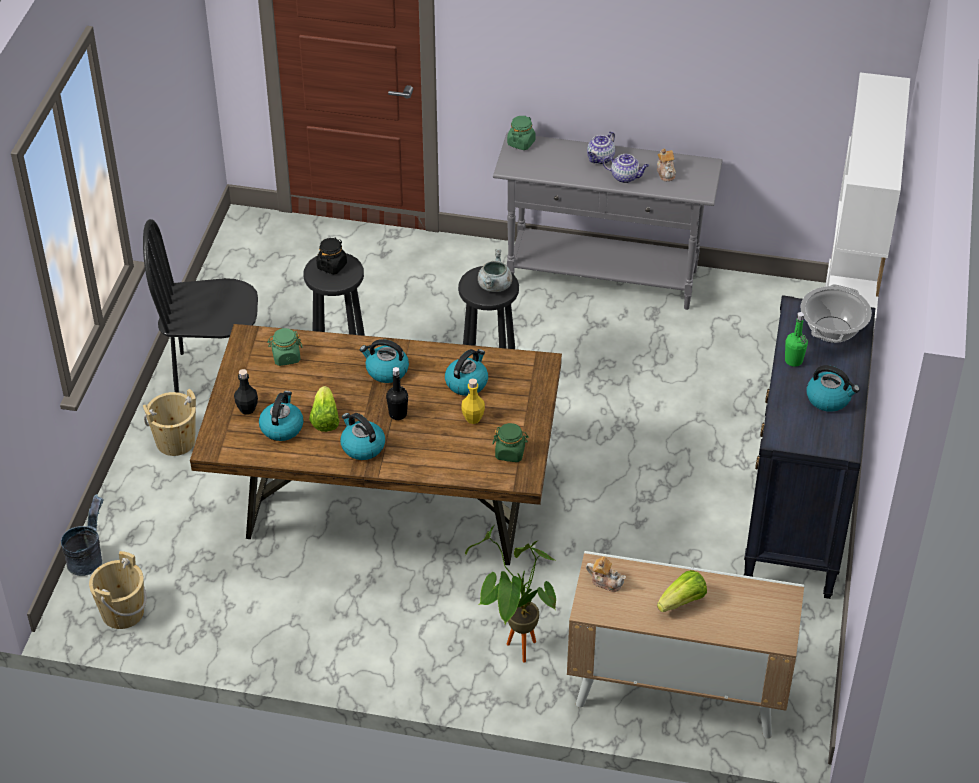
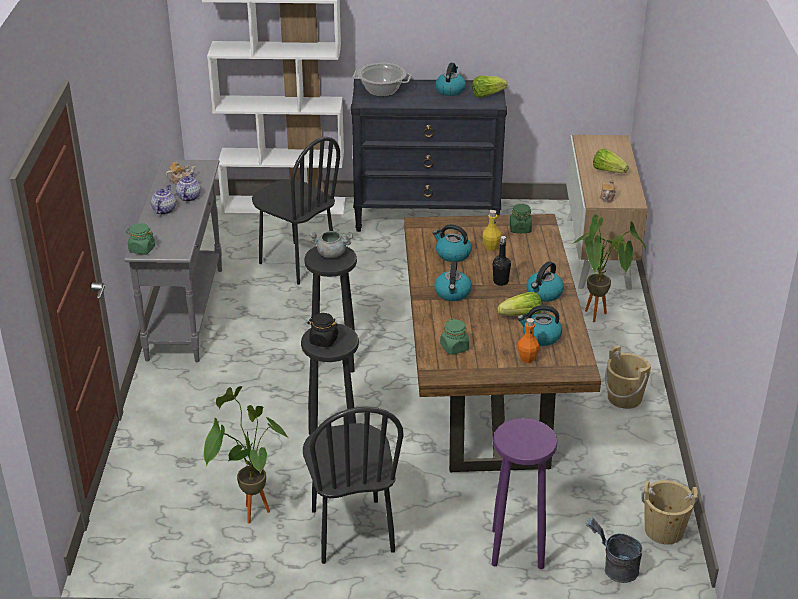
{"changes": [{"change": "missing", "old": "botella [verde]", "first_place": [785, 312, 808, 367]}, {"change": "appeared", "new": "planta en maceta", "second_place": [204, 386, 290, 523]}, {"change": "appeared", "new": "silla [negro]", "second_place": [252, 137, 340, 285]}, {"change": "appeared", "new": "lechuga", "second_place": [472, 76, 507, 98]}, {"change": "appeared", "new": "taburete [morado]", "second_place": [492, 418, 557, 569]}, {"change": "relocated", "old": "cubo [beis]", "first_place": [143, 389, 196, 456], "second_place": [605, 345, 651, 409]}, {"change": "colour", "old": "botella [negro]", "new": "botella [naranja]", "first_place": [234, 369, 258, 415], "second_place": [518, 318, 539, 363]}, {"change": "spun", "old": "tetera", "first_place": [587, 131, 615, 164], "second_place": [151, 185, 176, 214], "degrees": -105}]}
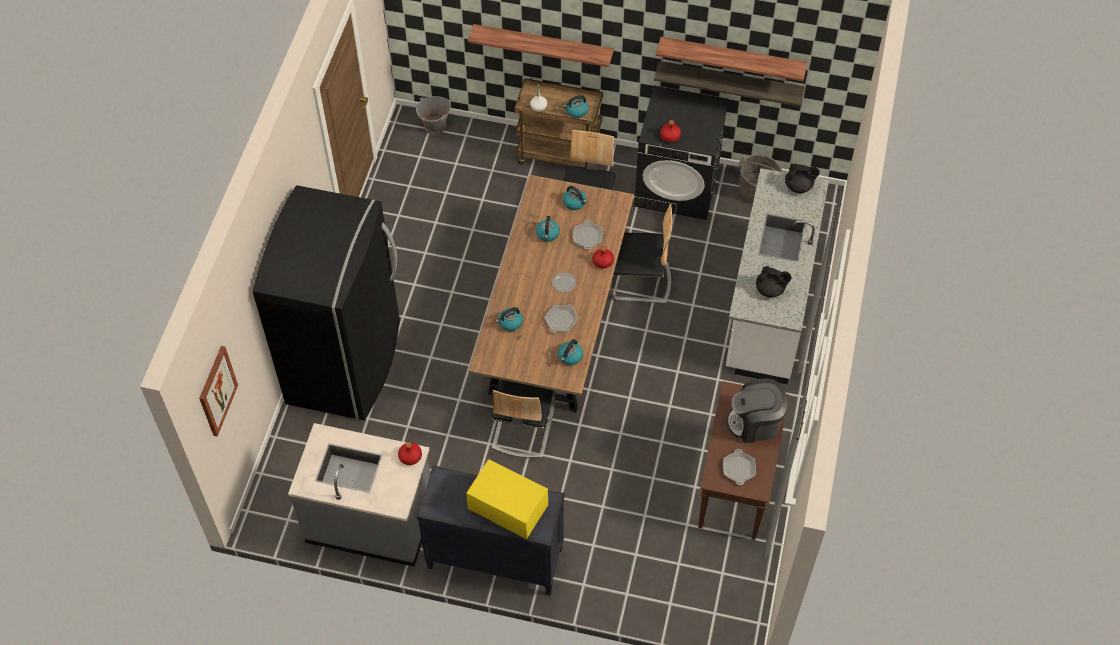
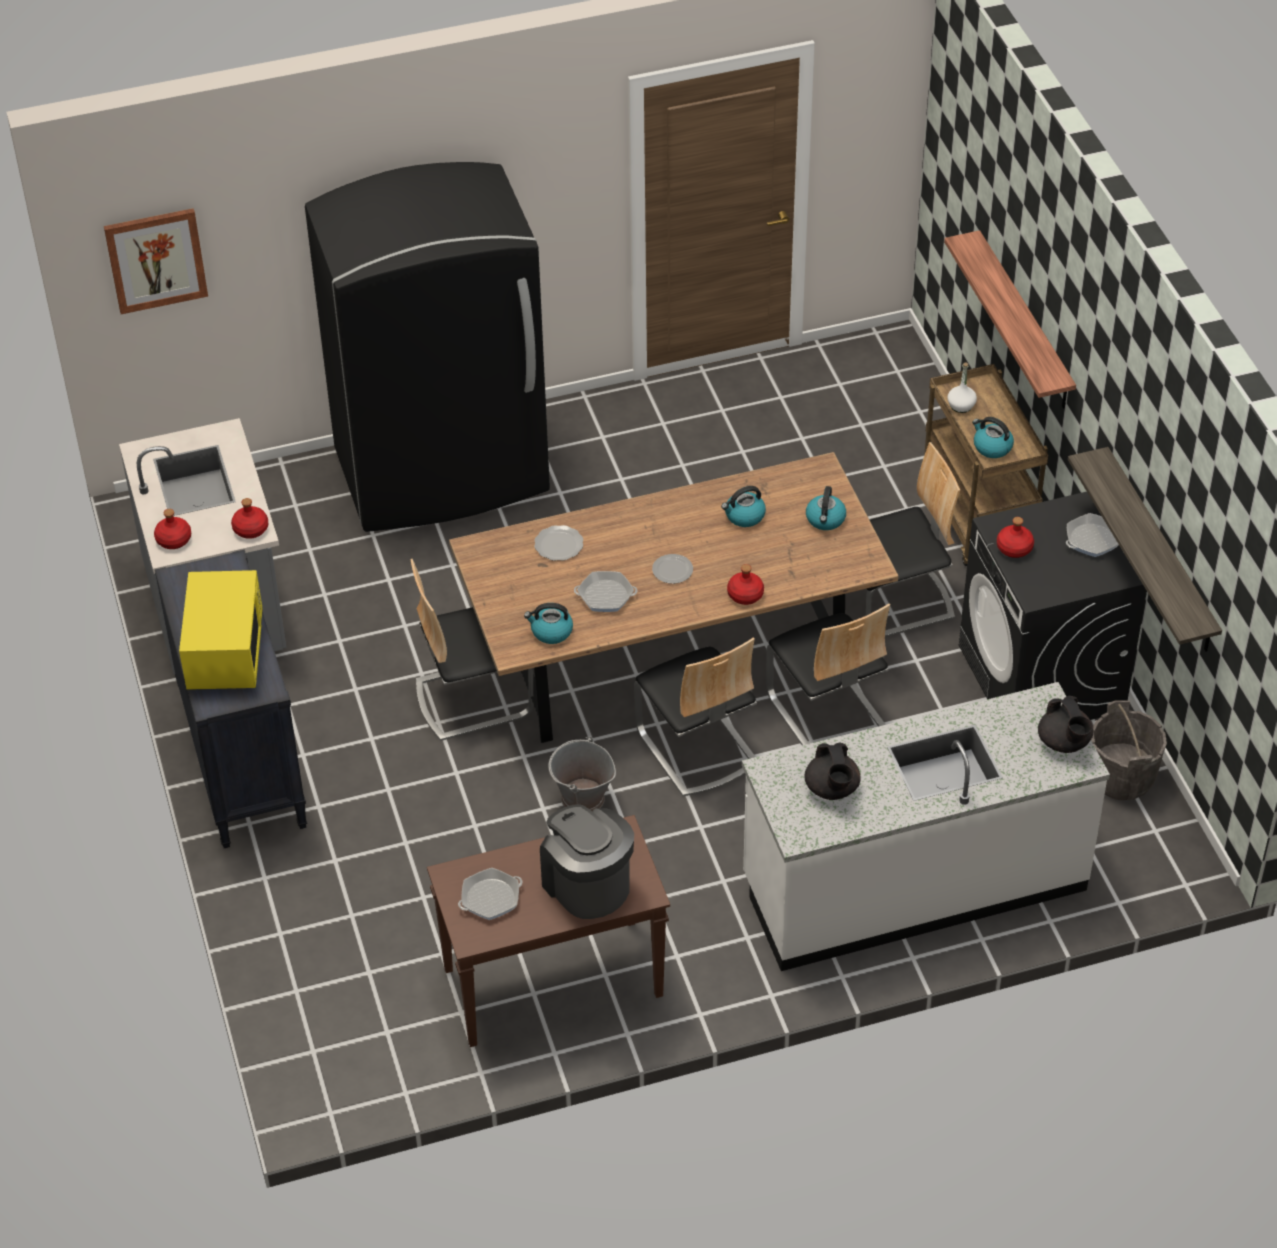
{"changes": [{"change": "missing", "old": "estante", "first_place": [656, 37, 807, 82]}, {"change": "appeared", "new": "botella [rojo]", "second_place": [154, 509, 191, 549]}, {"change": "appeared", "new": "silla", "second_place": [634, 637, 757, 796]}, {"change": "relocated", "old": "cubo [gris]", "first_place": [416, 96, 451, 135], "second_place": [548, 737, 616, 812]}, {"change": "relocated", "old": "sartén", "first_place": [573, 220, 603, 249], "second_place": [1066, 513, 1119, 557]}, {"change": "exchanged", "old": "hervidor", "new": "plato", "first_place": [496, 307, 523, 331], "second_place": [534, 525, 583, 561]}]}
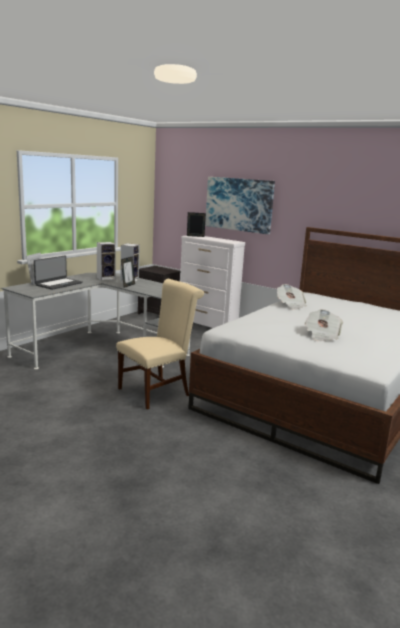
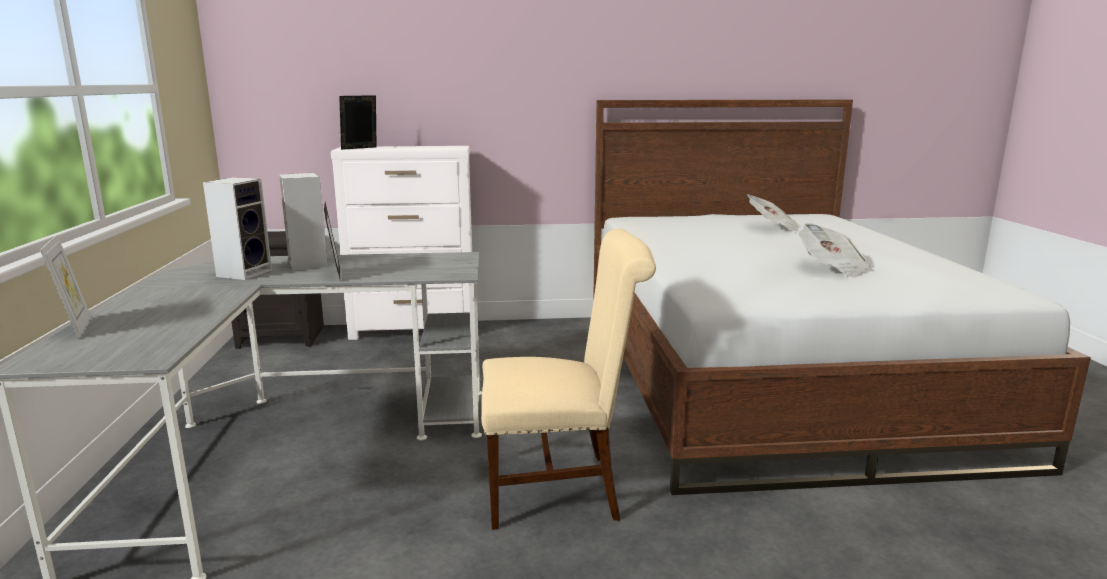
{"changes": [{"change": "missing", "old": "portátil", "first_place": [34, 255, 83, 290]}, {"change": "missing", "old": "cuadro", "first_place": [205, 177, 275, 234]}, {"change": "relocated", "old": "periódico", "first_place": [277, 284, 307, 310], "second_place": [747, 194, 799, 232]}, {"change": "spun", "old": "silla [beis]", "first_place": [116, 279, 204, 410], "second_place": [481, 229, 656, 530], "degrees": 75}]}
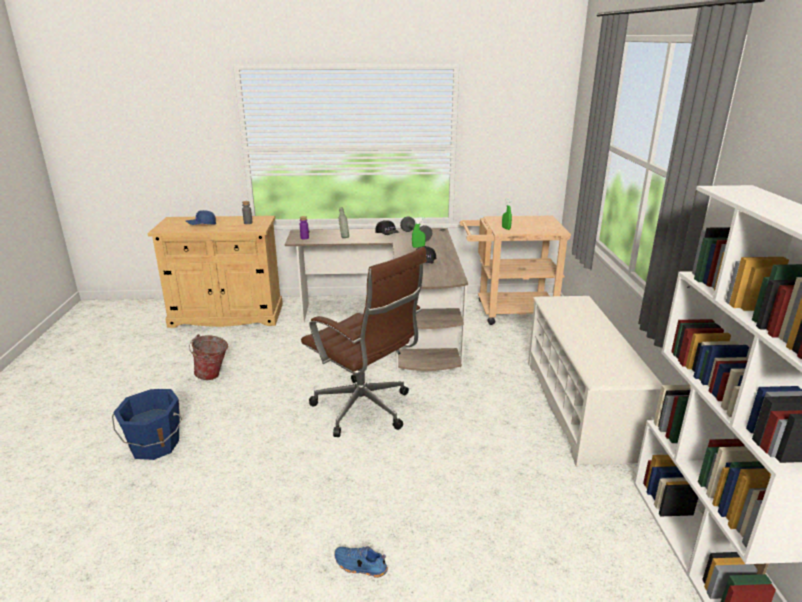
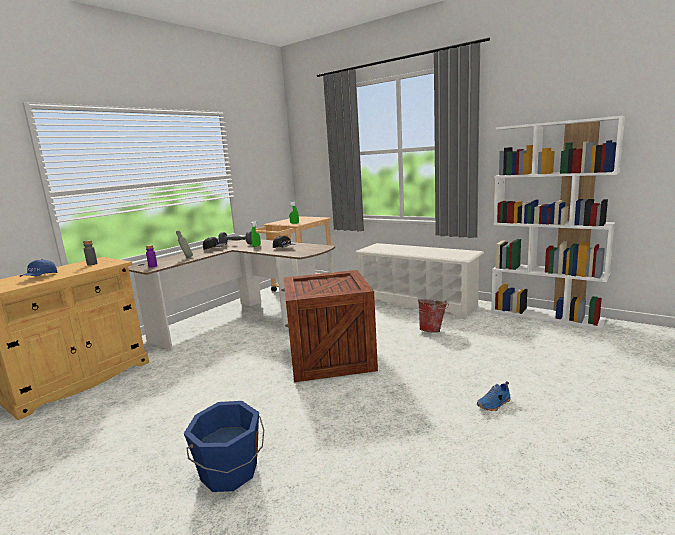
{"changes": [{"change": "relocated", "old": "cubo", "first_place": [189, 334, 228, 380], "second_place": [418, 299, 449, 333]}, {"change": "exchanged", "old": "silla de oficina [marrón]", "new": "caja de embalaje", "first_place": [301, 247, 427, 437], "second_place": [284, 270, 378, 382]}]}
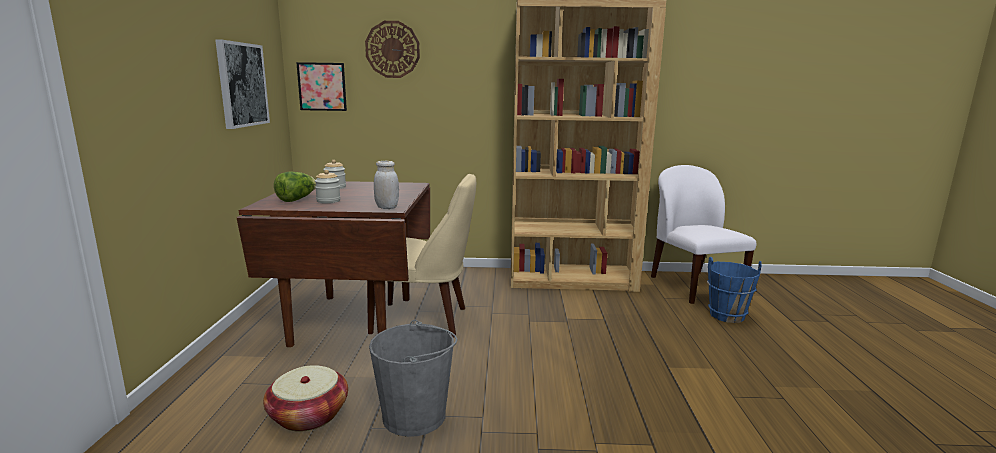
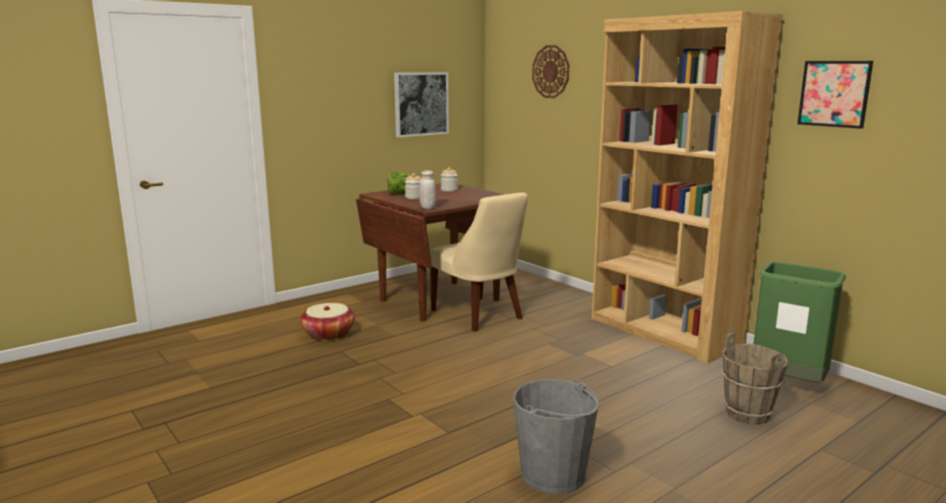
{"changes": [{"change": "relocated", "old": "cuadro", "first_place": [296, 62, 347, 111], "second_place": [797, 61, 873, 129]}, {"change": "relocated", "old": "cubo [gris]", "first_place": [369, 320, 458, 437], "second_place": [513, 379, 599, 494]}, {"change": "exchanged", "old": "silla [blanco]", "new": "papelera [verde]", "first_place": [651, 165, 756, 304], "second_place": [754, 262, 846, 383]}, {"change": "colour", "old": "cubo [azul]", "new": "cubo [marrón]", "first_place": [707, 257, 762, 323], "second_place": [721, 333, 788, 425]}]}
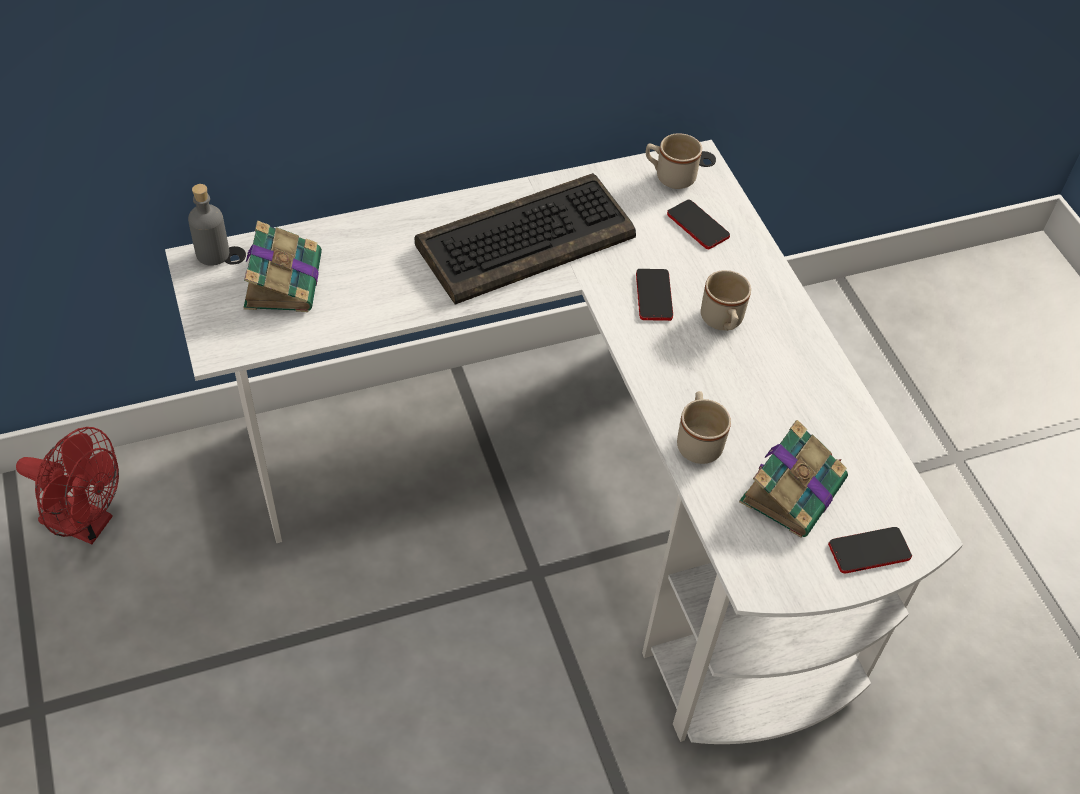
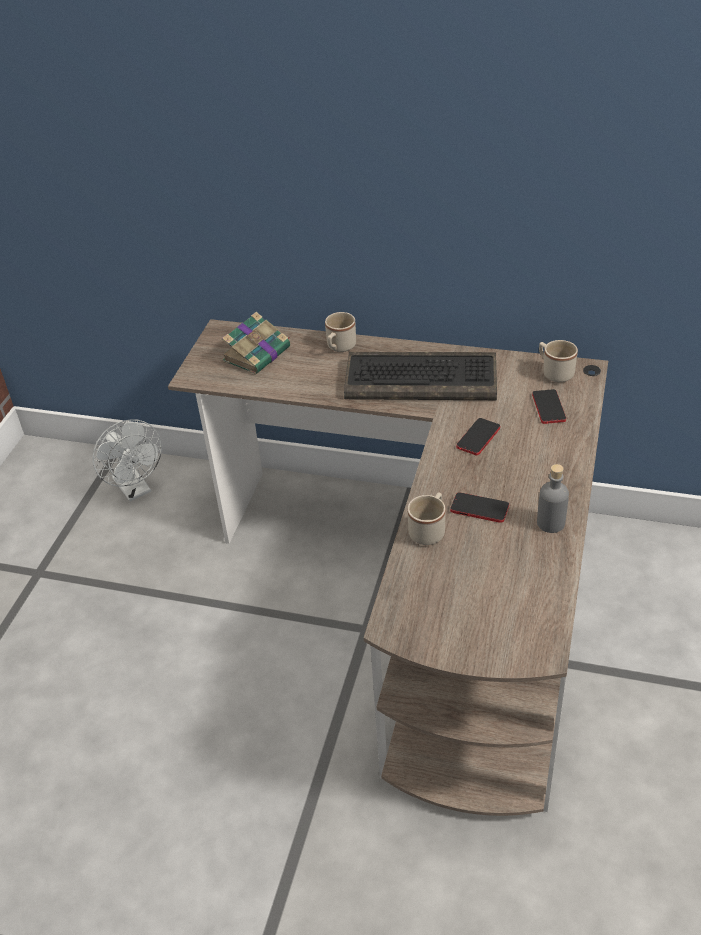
{"changes": [{"change": "missing", "old": "libro", "first_place": [739, 420, 848, 537]}, {"change": "relocated", "old": "botella [gris]", "first_place": [188, 184, 229, 266], "second_place": [537, 464, 569, 533]}, {"change": "relocated", "old": "taza grande [beis]", "first_place": [701, 270, 751, 331], "second_place": [325, 312, 356, 352]}, {"change": "relocated", "old": "móvil", "first_place": [828, 527, 912, 573], "second_place": [450, 492, 509, 523]}, {"change": "colour", "old": "ventilador [rojo]", "new": "ventilador [blanco]", "first_place": [16, 427, 119, 544], "second_place": [93, 419, 162, 501]}, {"change": "colour", "old": "escritorio [blanco]", "new": "escritorio [marrón]", "first_place": [165, 140, 963, 744], "second_place": [168, 319, 608, 816]}]}
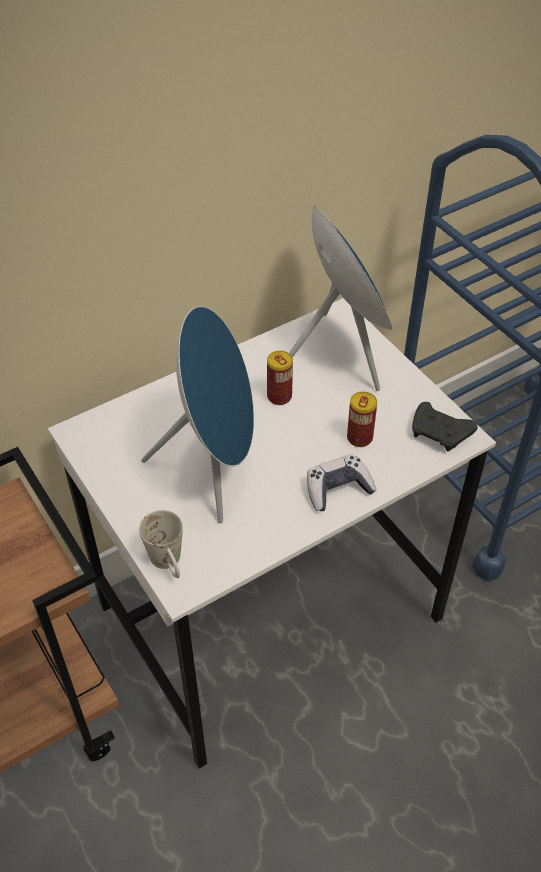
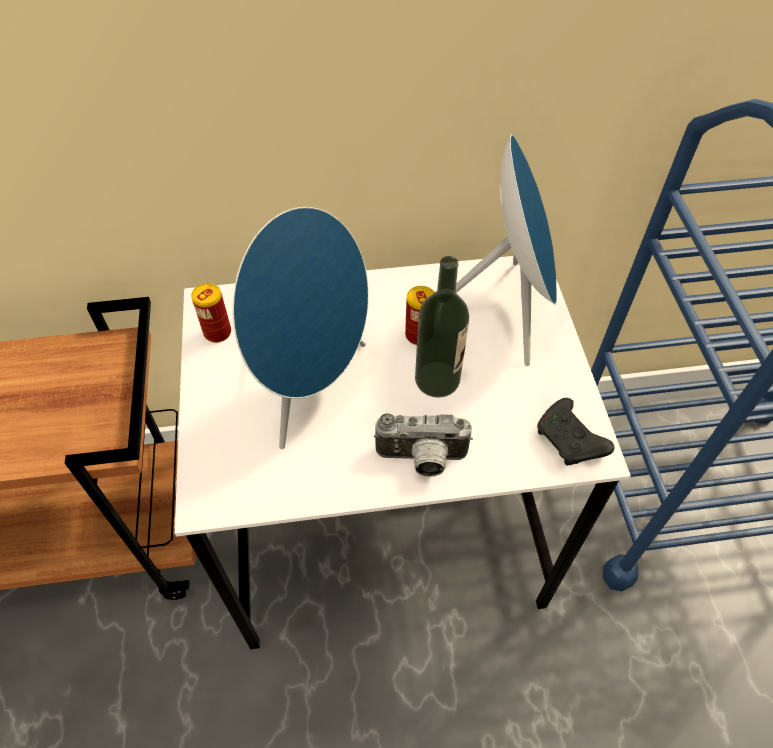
{"changes": [{"change": "missing", "old": "taza grande [blanco]", "first_place": [139, 510, 183, 578]}, {"change": "appeared", "new": "botella", "second_place": [415, 256, 469, 398]}, {"change": "relocated", "old": "lata", "first_place": [347, 391, 377, 447], "second_place": [191, 283, 231, 343]}, {"change": "exchanged", "old": "mando de consola", "new": "cámara", "first_place": [307, 454, 376, 511], "second_place": [374, 413, 473, 477]}]}
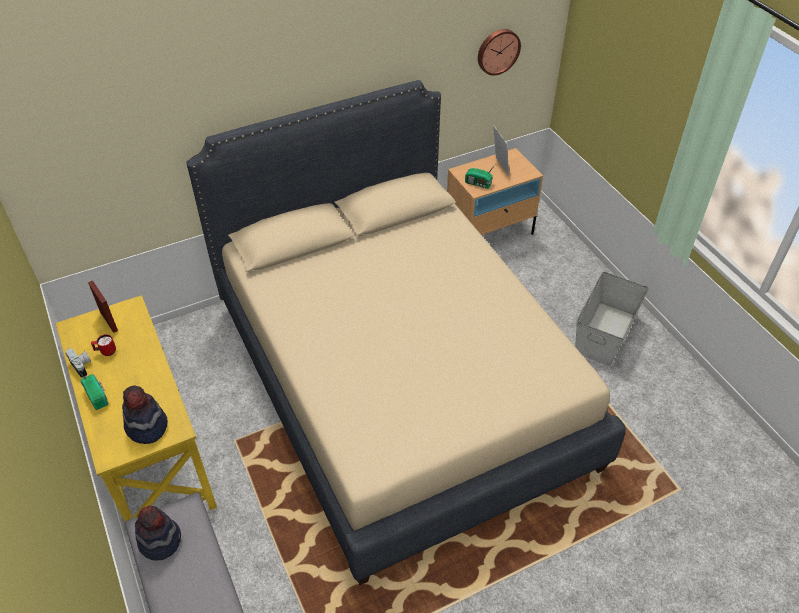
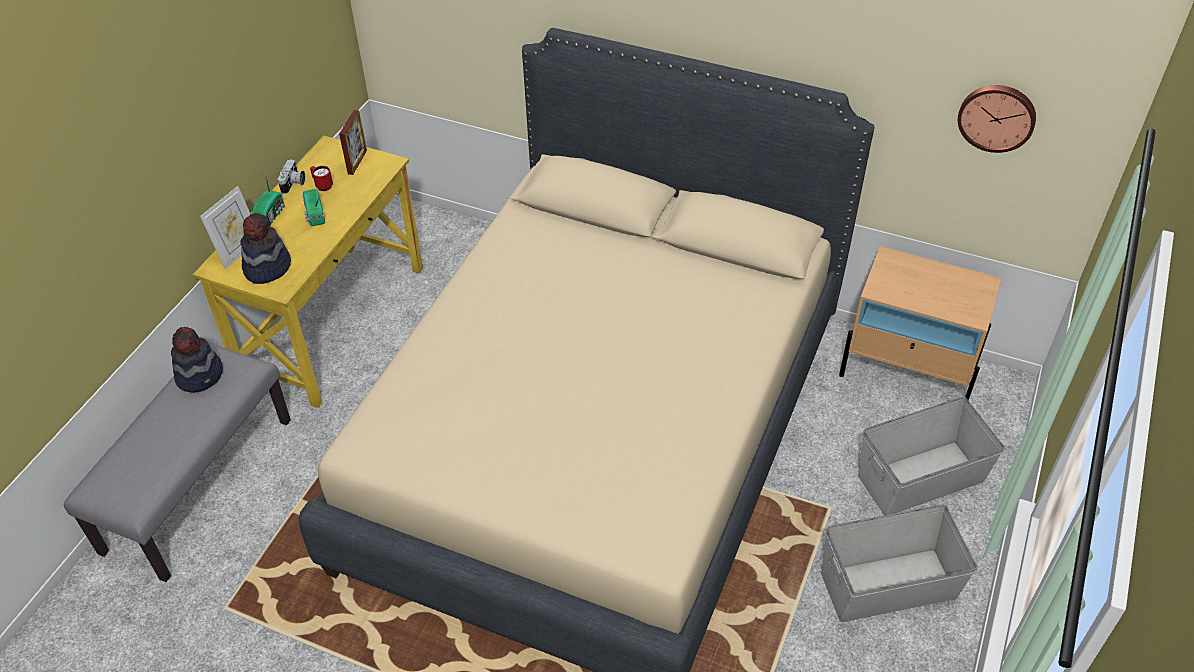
{"changes": [{"change": "appeared", "new": "caja de almacenaje [gris]", "second_place": [858, 397, 1005, 515]}, {"change": "relocated", "old": "radio", "first_place": [465, 165, 495, 189], "second_place": [303, 189, 325, 226]}, {"change": "relocated", "old": "portarretratos", "first_place": [493, 125, 509, 176], "second_place": [200, 186, 250, 269]}]}
